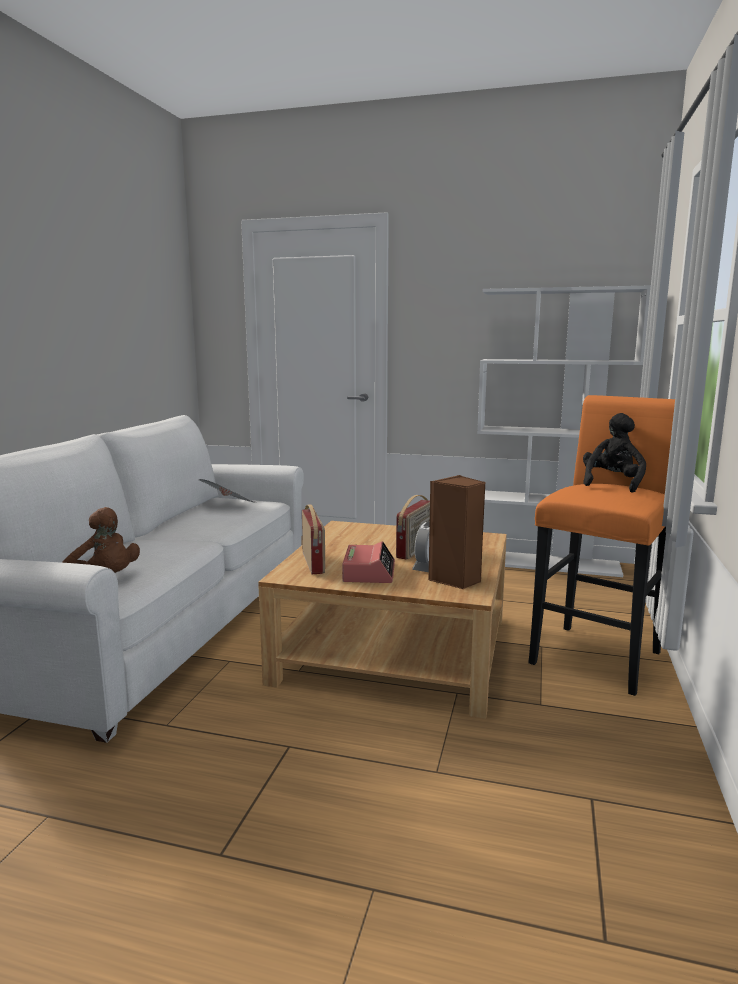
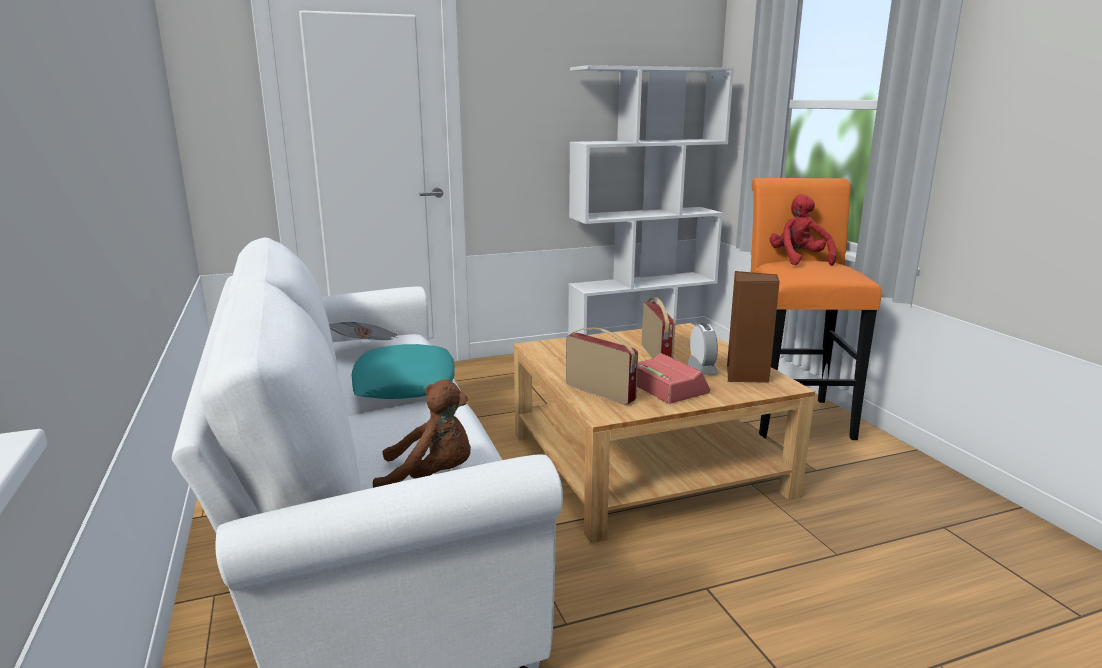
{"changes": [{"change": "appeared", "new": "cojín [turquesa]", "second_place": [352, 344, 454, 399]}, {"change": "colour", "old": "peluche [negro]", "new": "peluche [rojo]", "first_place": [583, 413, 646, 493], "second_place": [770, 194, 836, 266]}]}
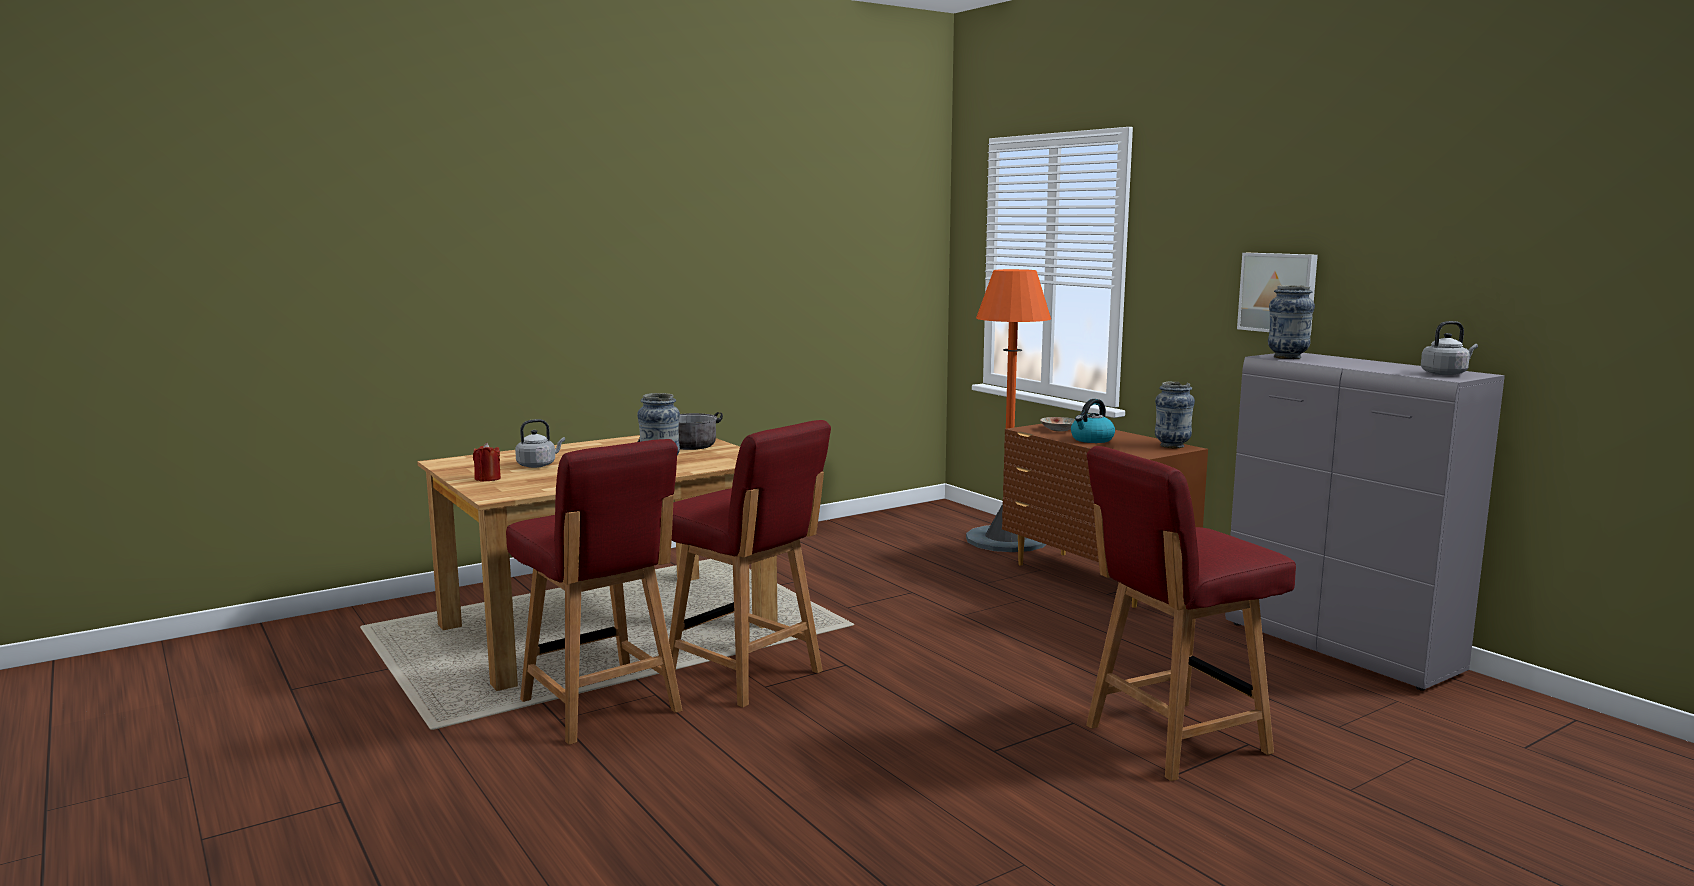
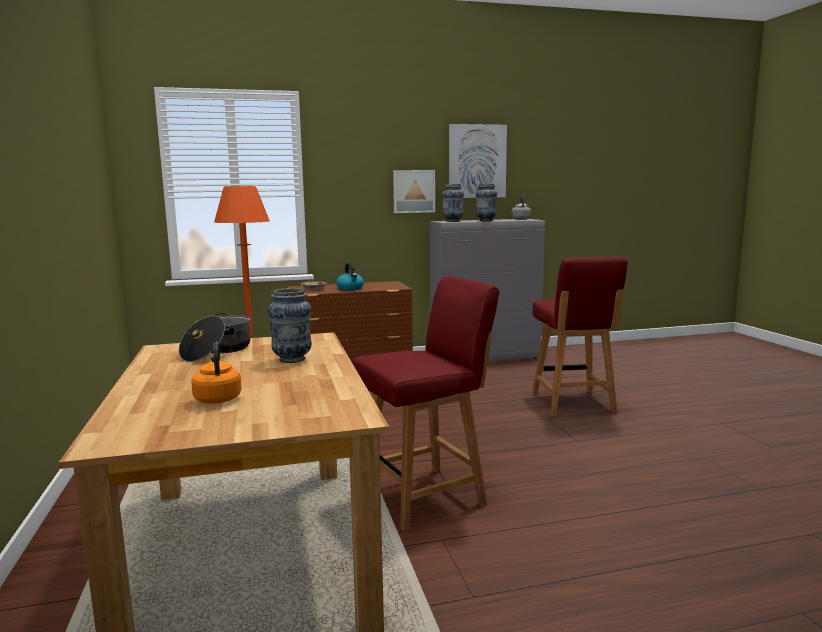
{"changes": [{"change": "missing", "old": "vela [rojo]", "first_place": [473, 443, 501, 481]}, {"change": "missing", "old": "silla [rojo]", "first_place": [506, 439, 682, 745]}, {"change": "appeared", "new": "cuadro", "second_place": [449, 124, 507, 198]}, {"change": "relocated", "old": "florero", "first_place": [1155, 382, 1195, 448], "second_place": [476, 184, 497, 221]}, {"change": "colour", "old": "hervidor [gris]", "new": "hervidor [naranja]", "first_place": [515, 419, 565, 468], "second_place": [191, 342, 242, 404]}]}
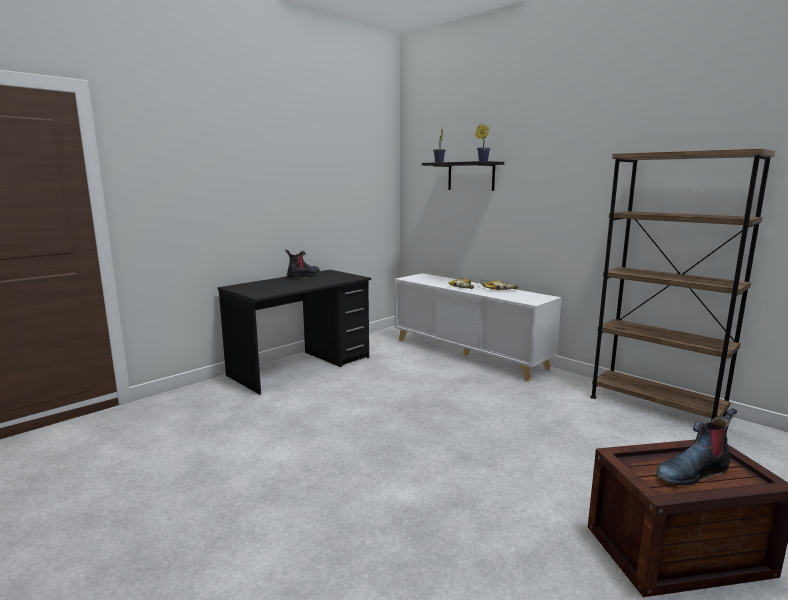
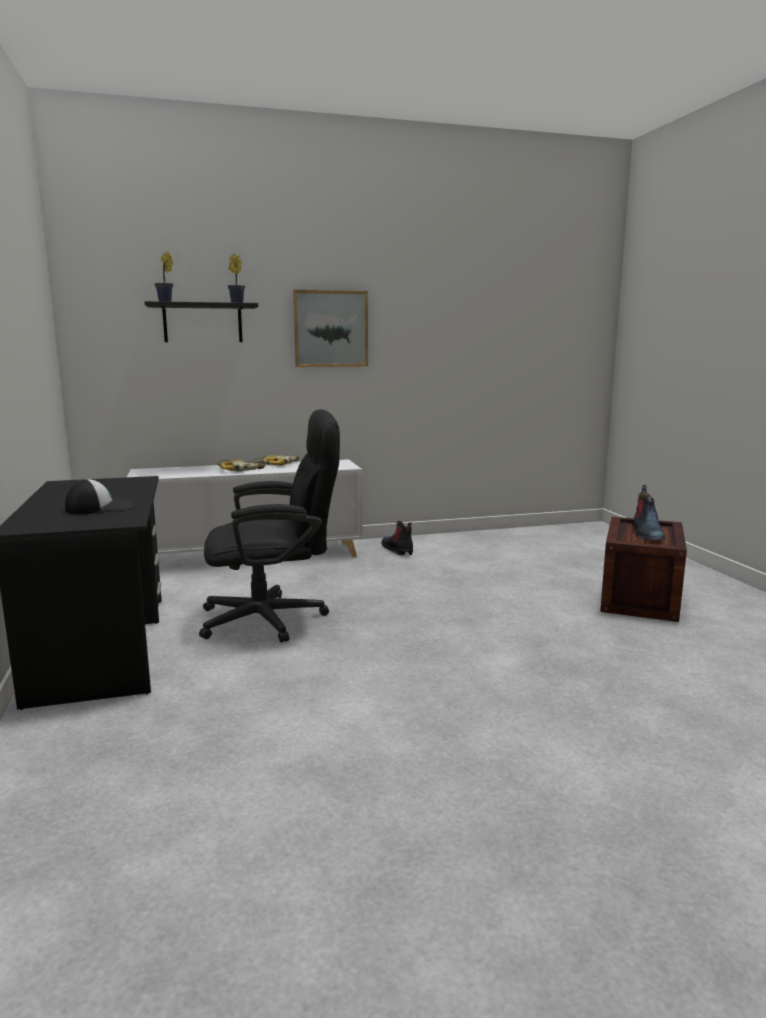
{"changes": [{"change": "missing", "old": "estantería [marrón]", "first_place": [590, 149, 775, 421]}, {"change": "appeared", "new": "gorra", "second_place": [65, 479, 134, 514]}, {"change": "appeared", "new": "silla de oficina [negro]", "second_place": [199, 409, 340, 643]}, {"change": "appeared", "new": "cuadro", "second_place": [293, 290, 368, 367]}, {"change": "relocated", "old": "bota", "first_place": [285, 250, 320, 278], "second_place": [381, 521, 413, 556]}]}
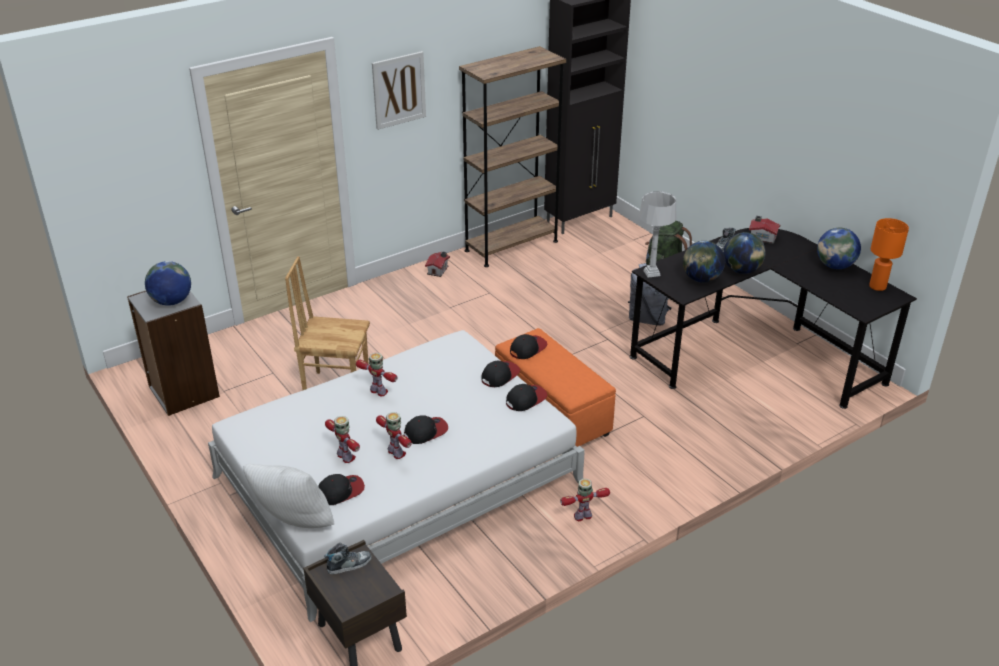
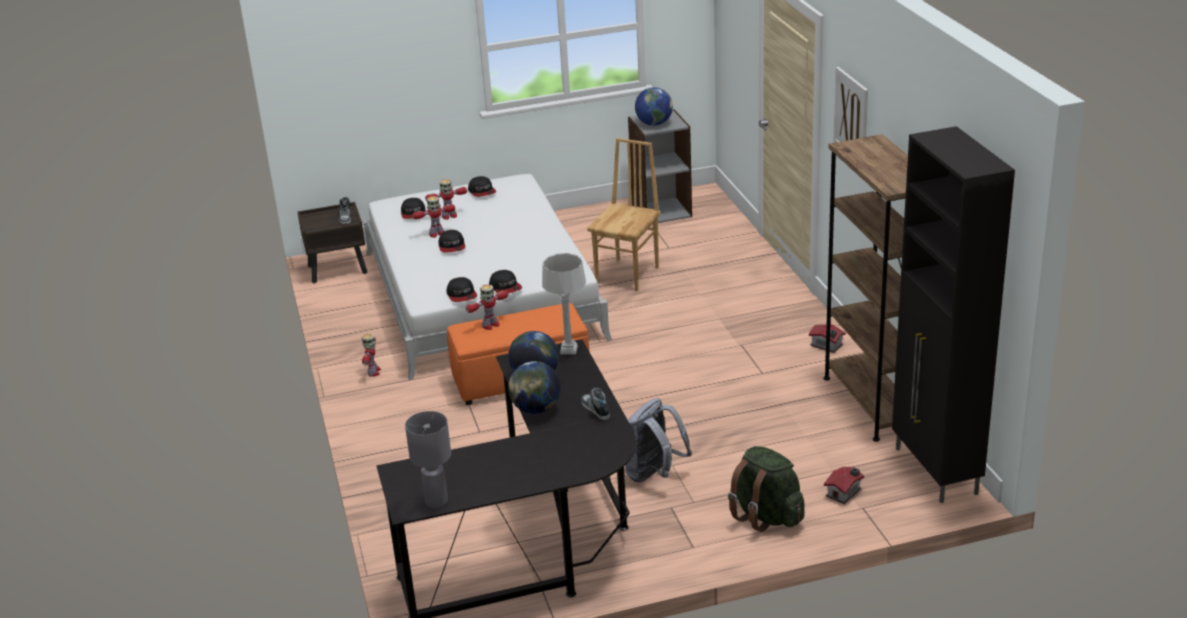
{"changes": [{"change": "missing", "old": "cojín [blanco]", "first_place": [243, 464, 335, 528]}, {"change": "missing", "old": "globo terráqueo", "first_place": [817, 228, 861, 269]}, {"change": "relocated", "old": "robot de juguete", "first_place": [356, 353, 398, 396], "second_place": [466, 284, 508, 330]}, {"change": "relocated", "old": "gorra", "first_place": [510, 334, 547, 359], "second_place": [468, 176, 496, 197]}, {"change": "relocated", "old": "casita", "first_place": [749, 216, 780, 244], "second_place": [824, 467, 864, 504]}, {"change": "colour", "old": "lámpara de mesa [naranja]", "new": "lámpara de mesa [gris]", "first_place": [869, 218, 909, 291], "second_place": [405, 411, 451, 508]}]}
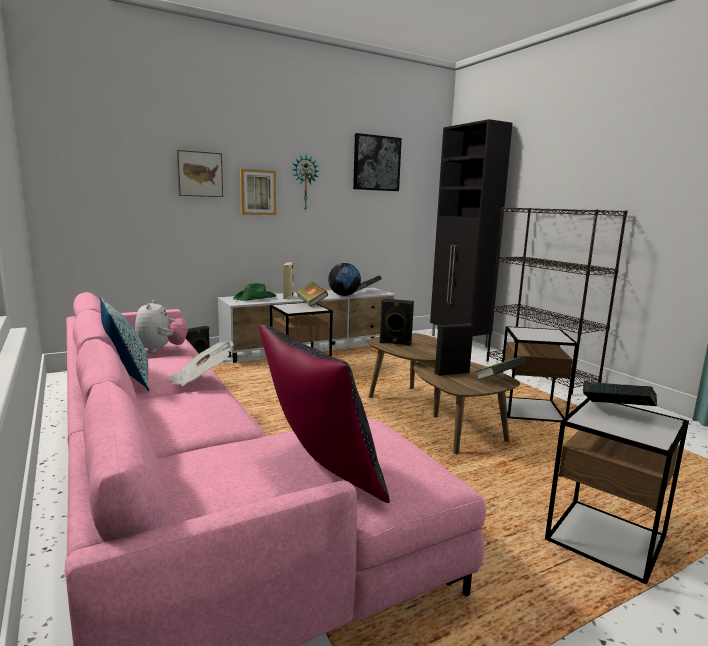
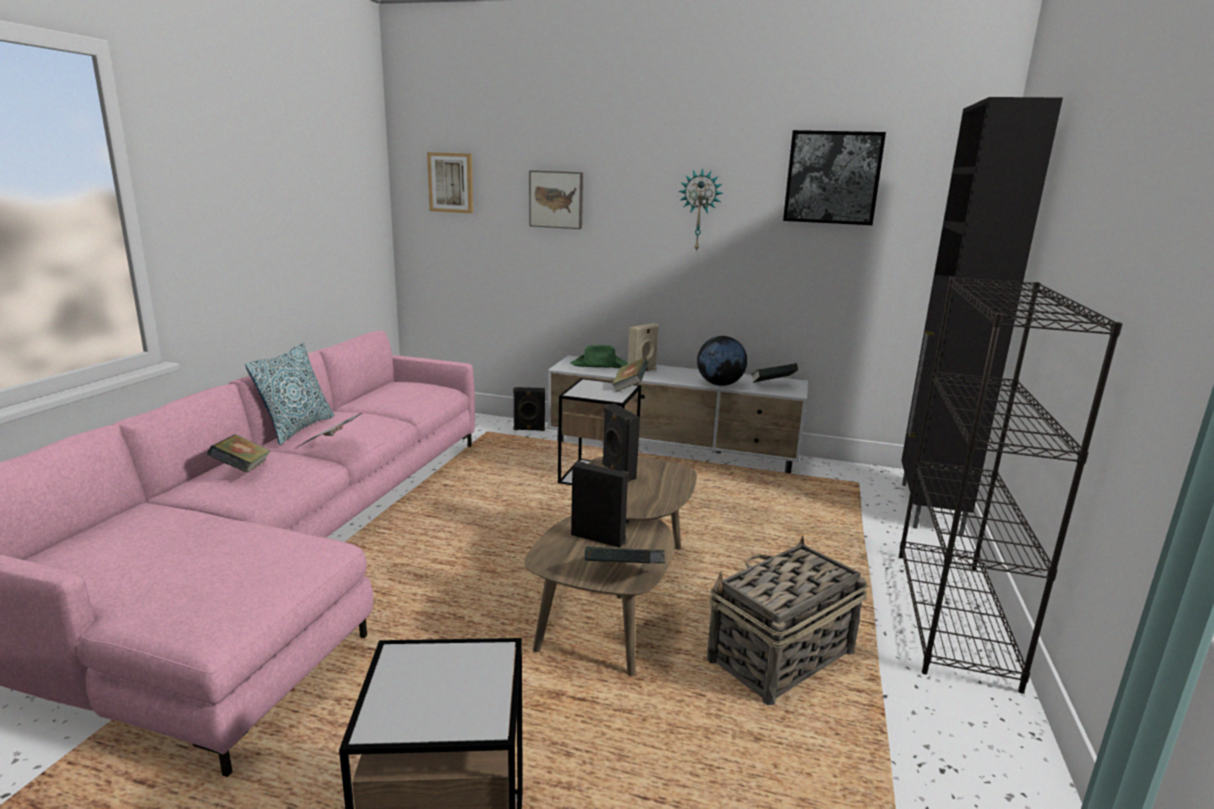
{"changes": [{"change": "missing", "old": "peluche", "first_place": [135, 300, 188, 353]}, {"change": "missing", "old": "cojín [negro]", "first_place": [259, 323, 390, 503]}, {"change": "relocated", "old": "cuadro", "first_place": [240, 169, 276, 215], "second_place": [427, 152, 473, 213]}, {"change": "relocated", "old": "libro", "first_place": [583, 382, 657, 406], "second_place": [207, 434, 271, 473]}, {"change": "exchanged", "old": "mesa auxiliar", "new": "cesta", "first_place": [502, 326, 578, 422], "second_place": [707, 535, 868, 705]}]}
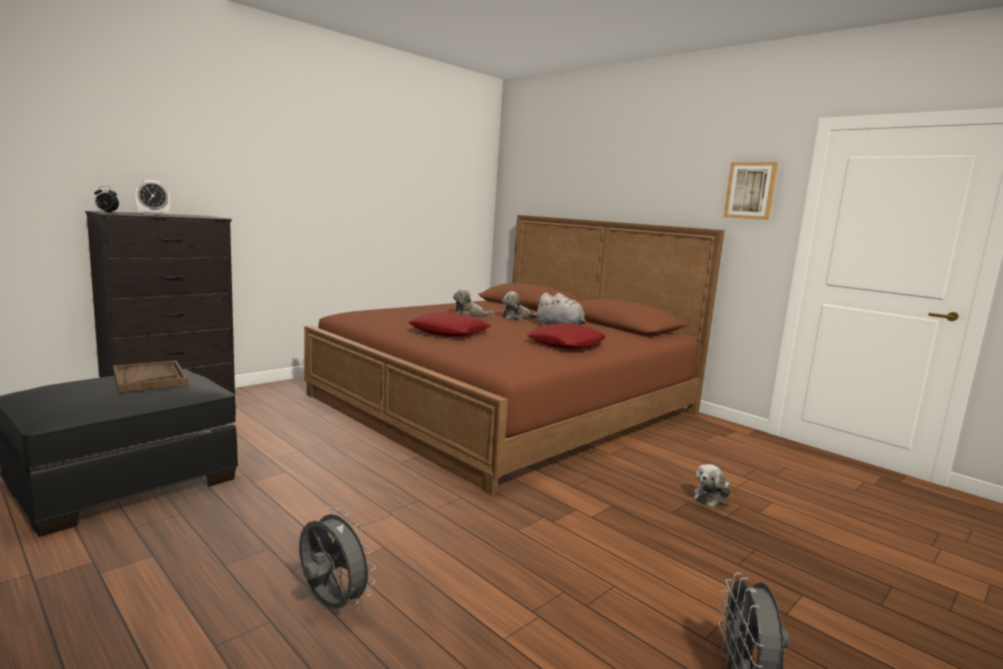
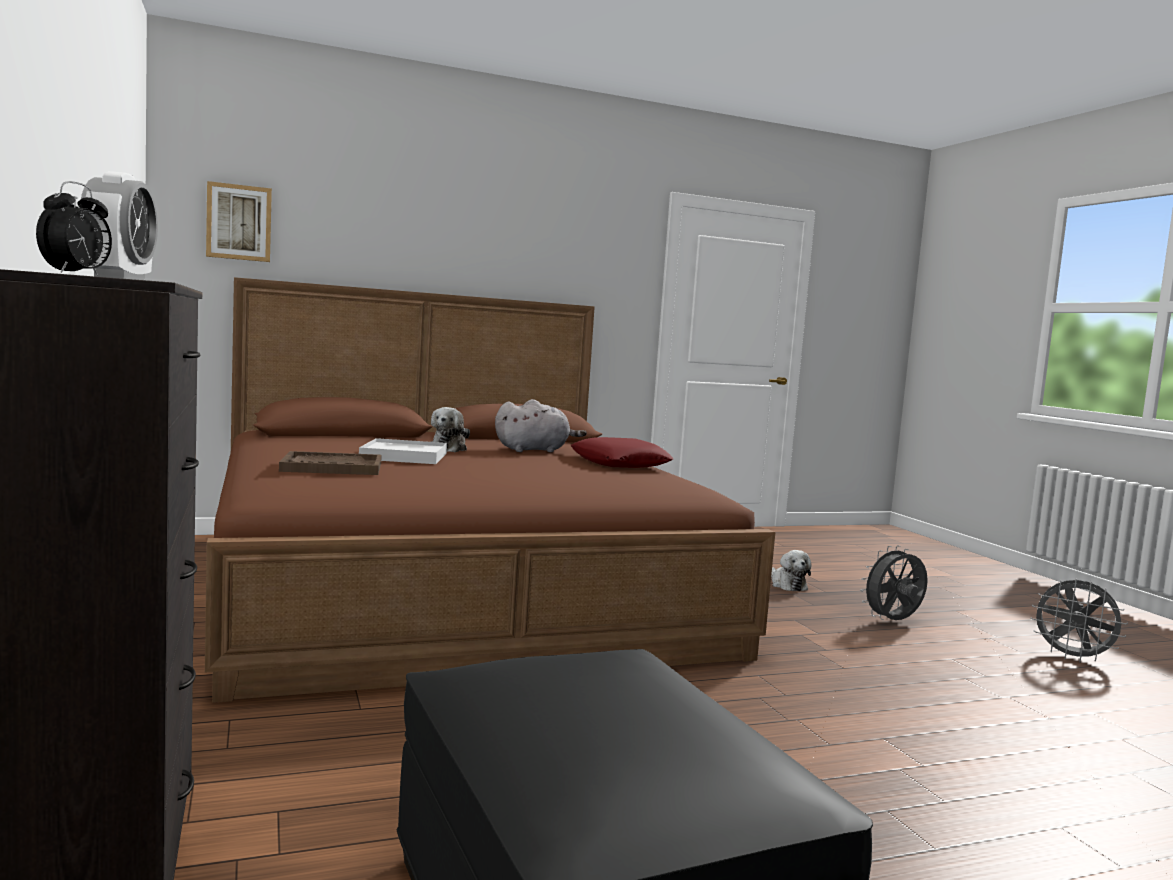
{"changes": [{"change": "missing", "old": "cojín [rojo]", "first_place": [408, 312, 491, 337]}, {"change": "relocated", "old": "bandeja [marrón]", "first_place": [113, 360, 188, 393], "second_place": [279, 451, 382, 475]}, {"change": "relocated", "old": "ventilador [gris]", "first_place": [299, 507, 376, 609], "second_place": [860, 545, 928, 620]}, {"change": "relocated", "old": "cuadro", "first_place": [724, 162, 778, 220], "second_place": [206, 181, 272, 262]}, {"change": "exchanged", "old": "peluche", "new": "bandeja [blanco]", "first_place": [453, 288, 493, 317], "second_place": [359, 438, 447, 464]}]}
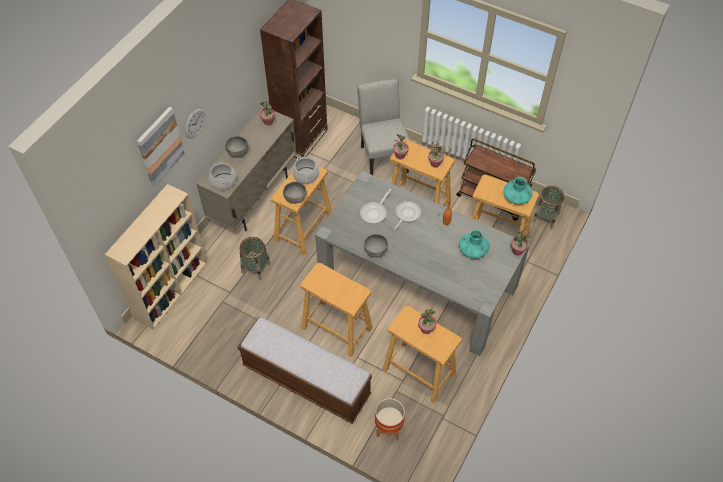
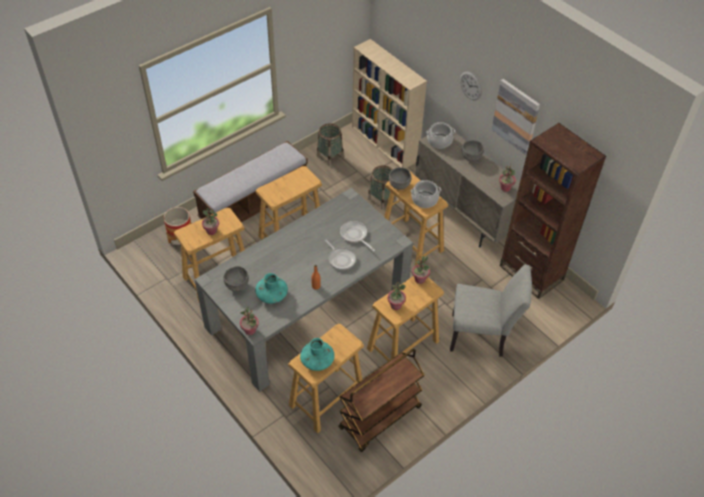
{"changes": [{"change": "relocated", "old": "cuadro", "first_place": [137, 107, 185, 187], "second_place": [491, 79, 540, 155]}, {"change": "relocated", "old": "cuenco [gris]", "first_place": [364, 234, 388, 258], "second_place": [223, 266, 249, 292]}, {"change": "relocated", "old": "cesta", "first_place": [533, 186, 565, 229], "second_place": [316, 123, 344, 166]}]}
